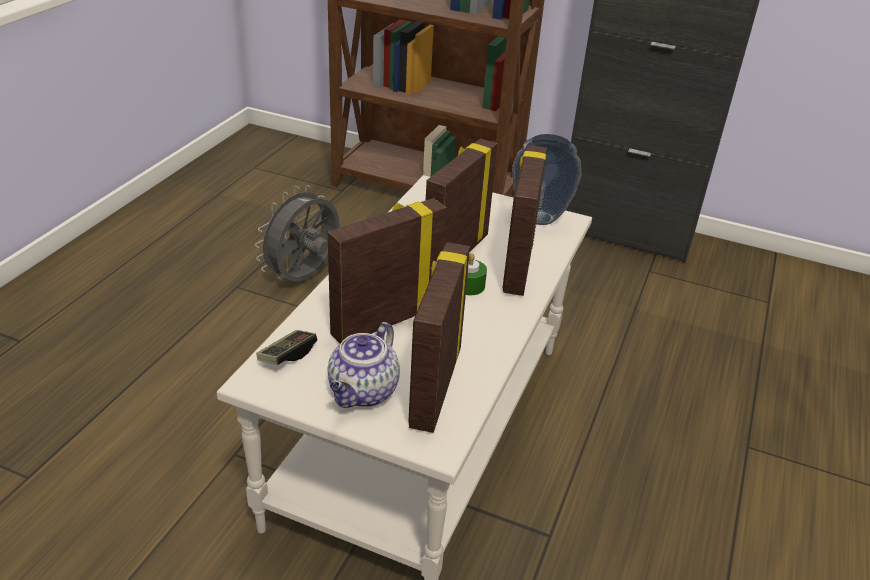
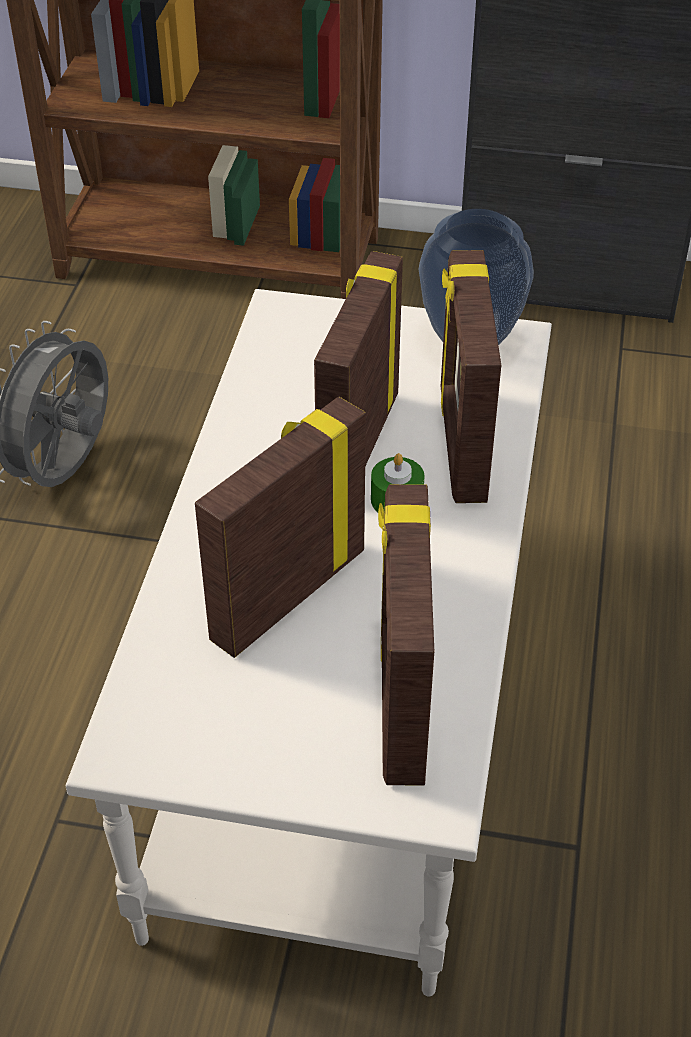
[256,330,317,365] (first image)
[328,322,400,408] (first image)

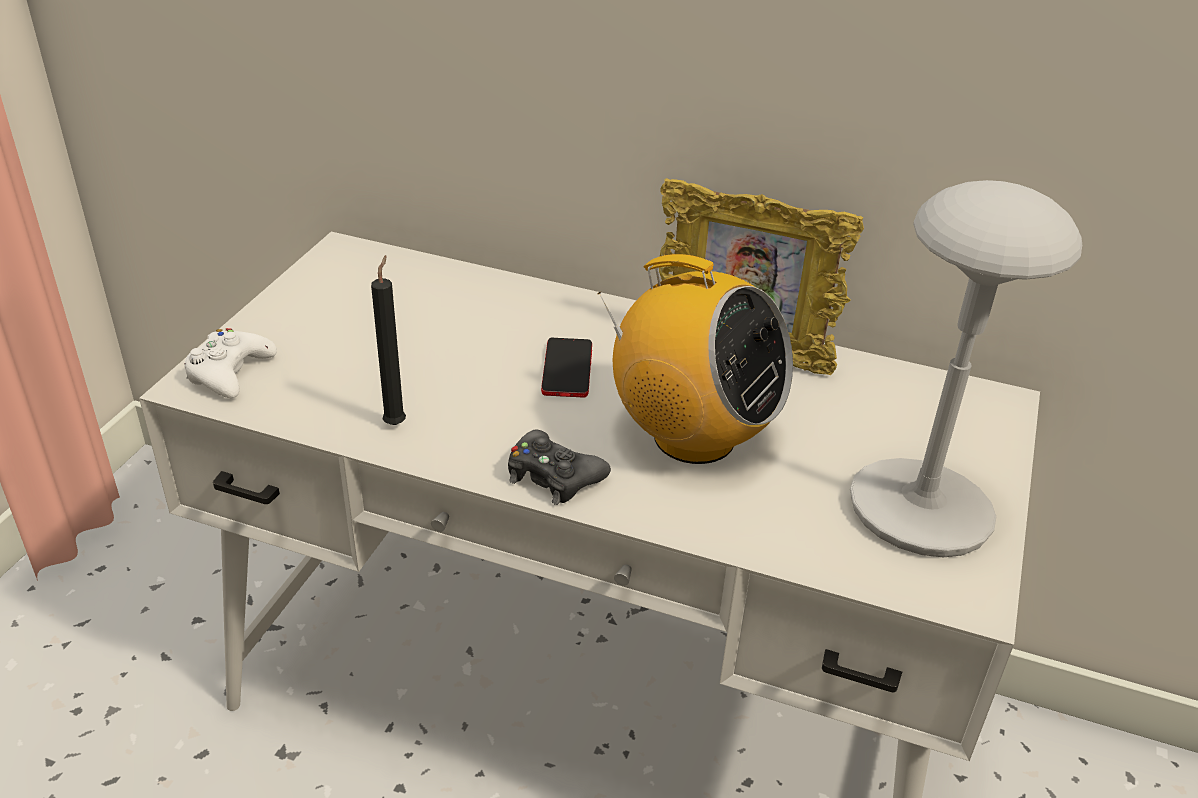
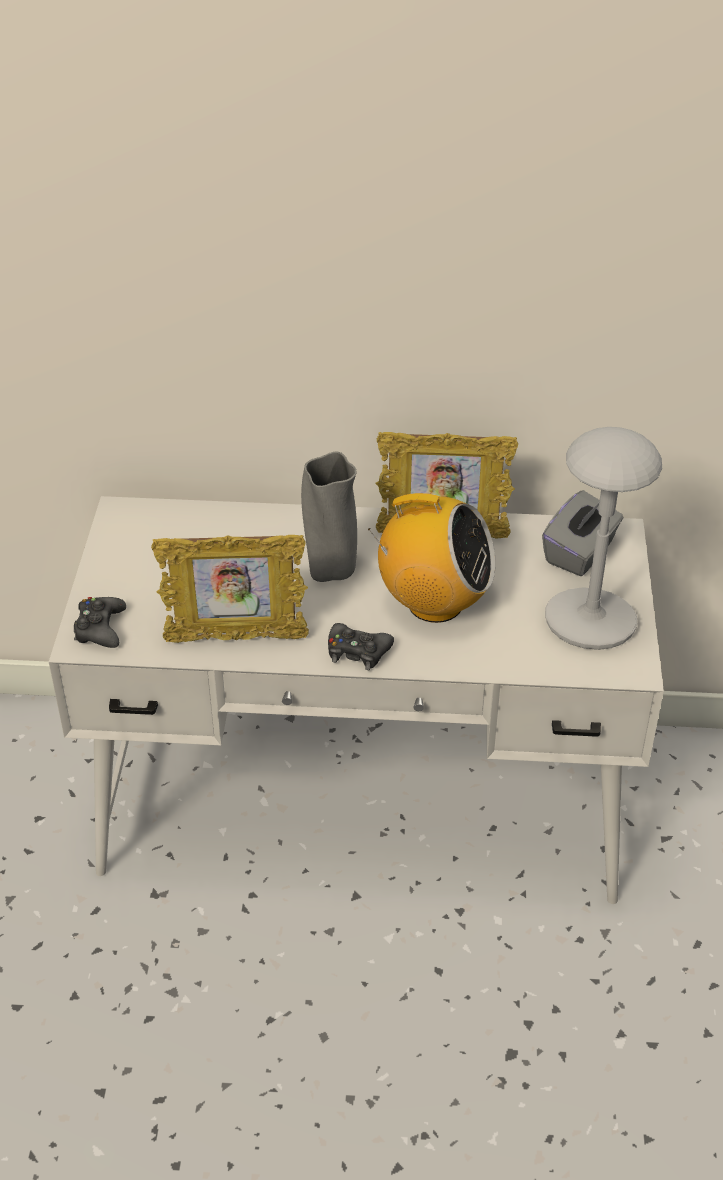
[542,490,623,576]
[151,535,309,643]
[301,452,357,582]
[74,597,126,648]

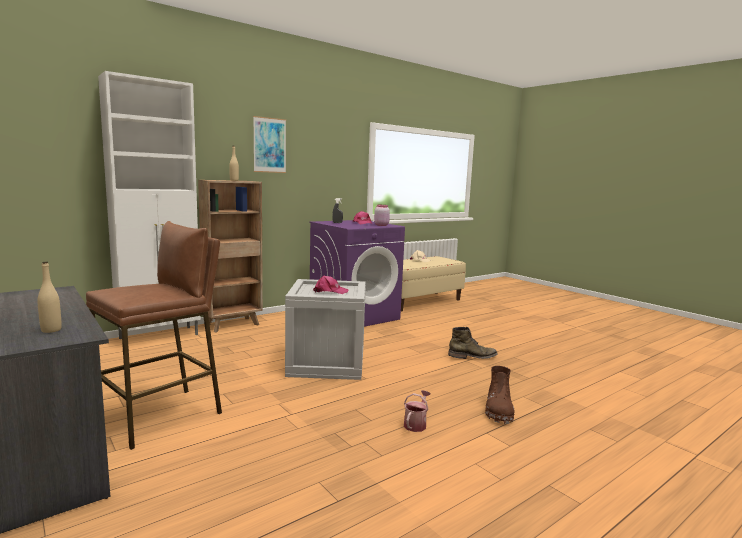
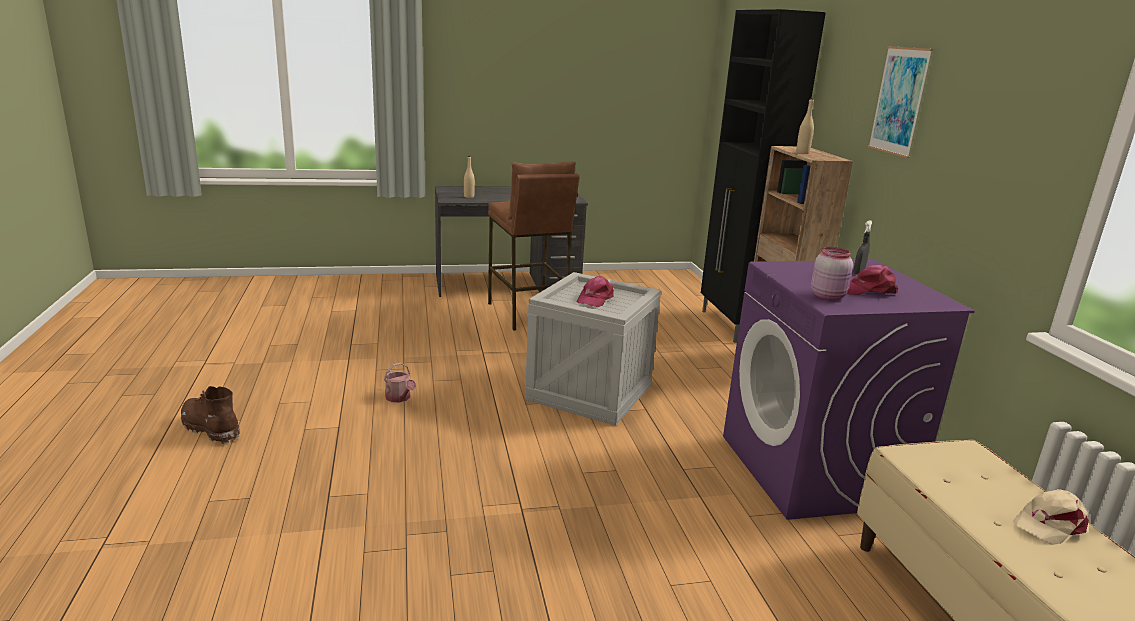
[448,327,498,359] (first image)
[181,386,240,444]
[701,9,826,343]

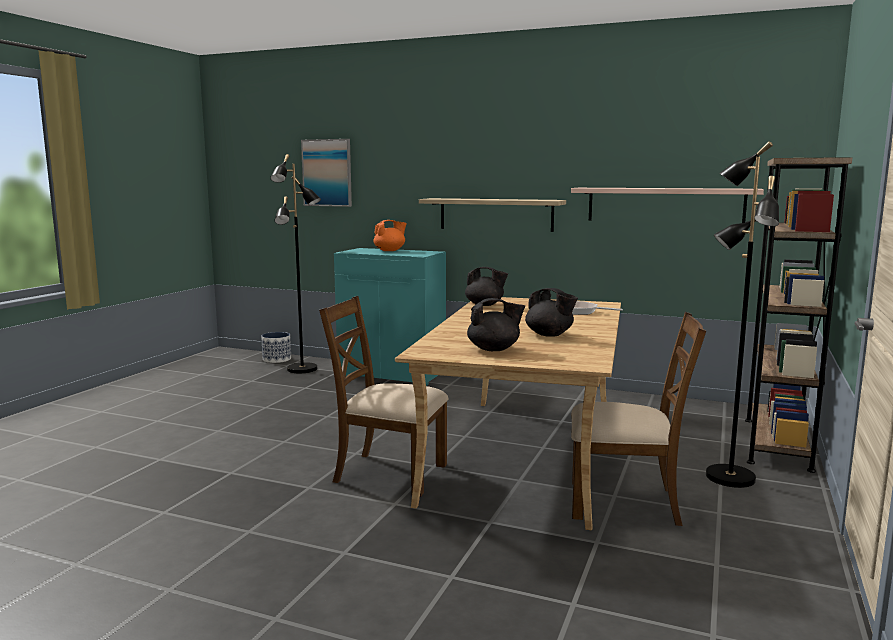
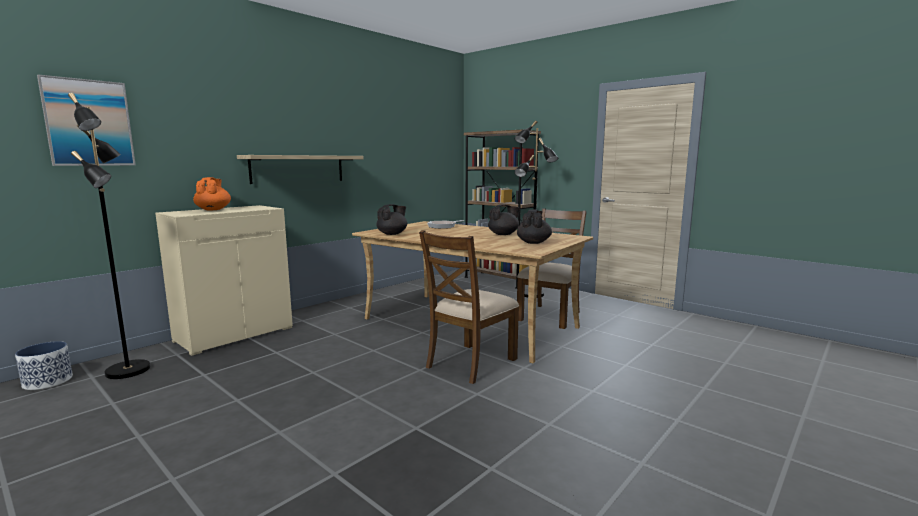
[571,188,764,223] (first image)
[155,205,293,356]

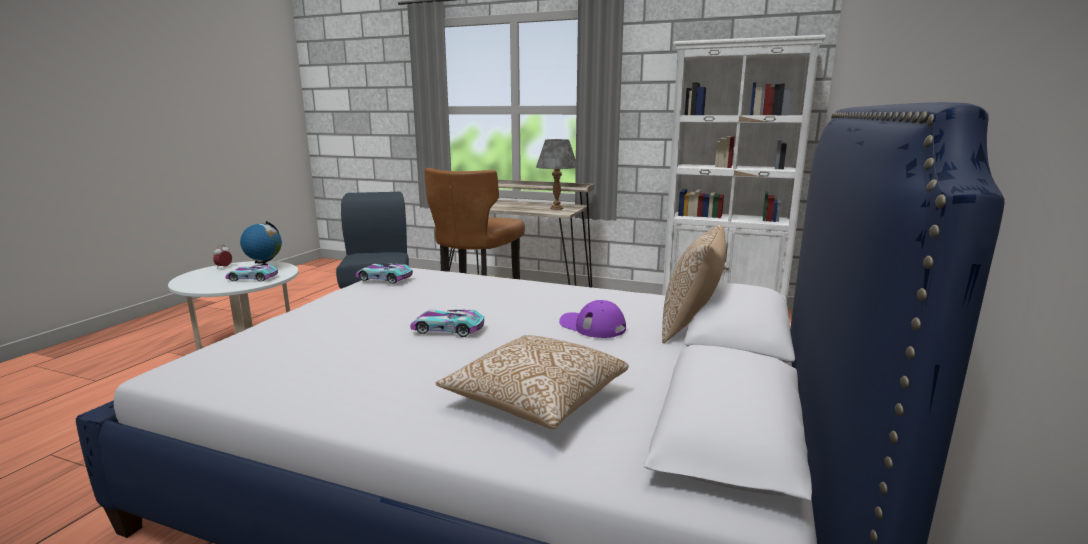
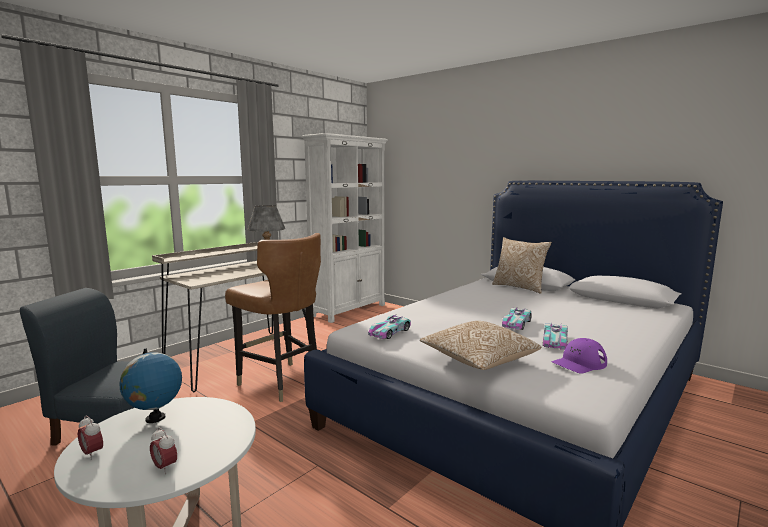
[150,428,177,475]
[543,323,568,350]
[420,321,541,370]
[552,338,607,374]

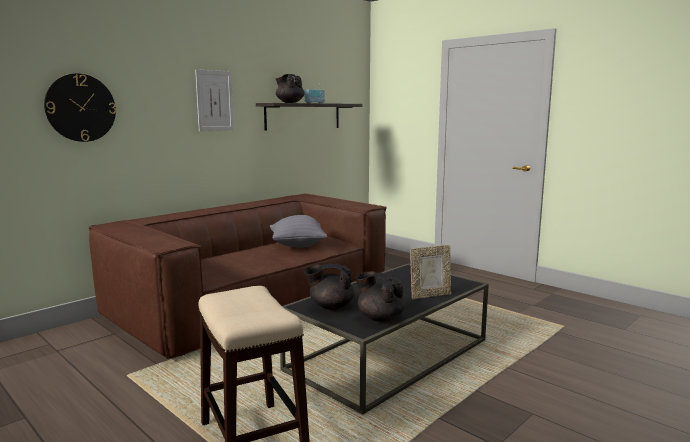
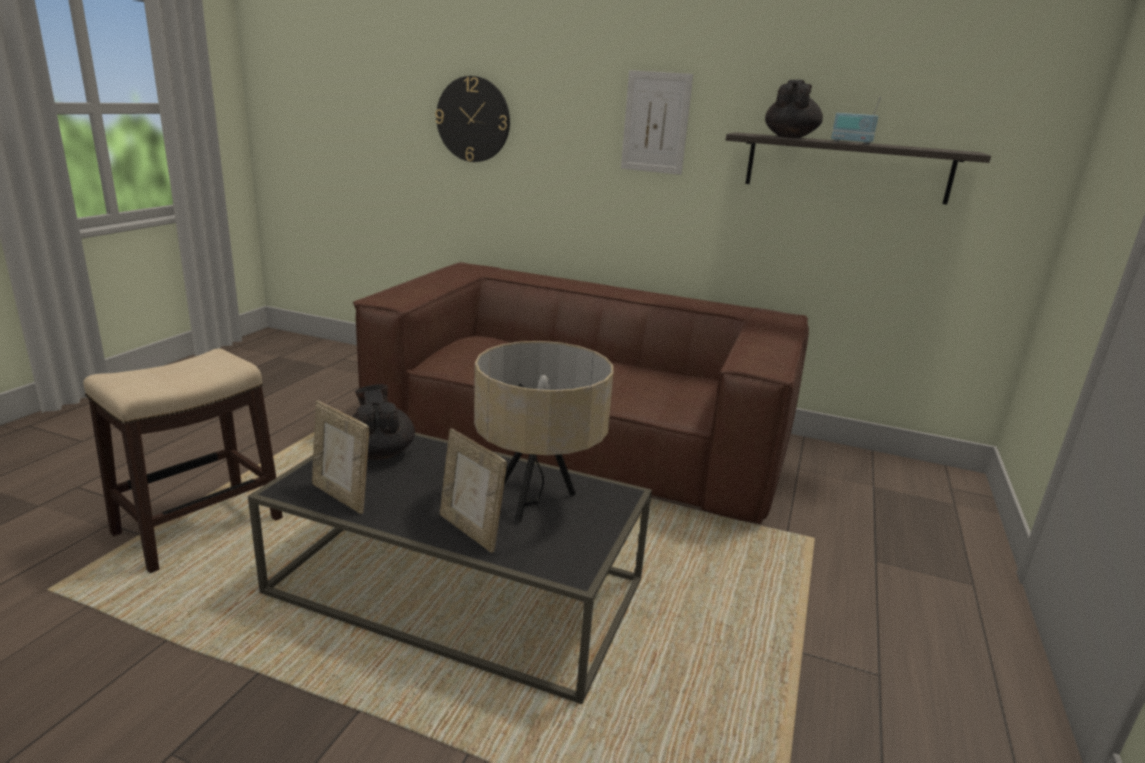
[270,215,328,248] (first image)
[474,341,613,522]
[312,401,369,514]

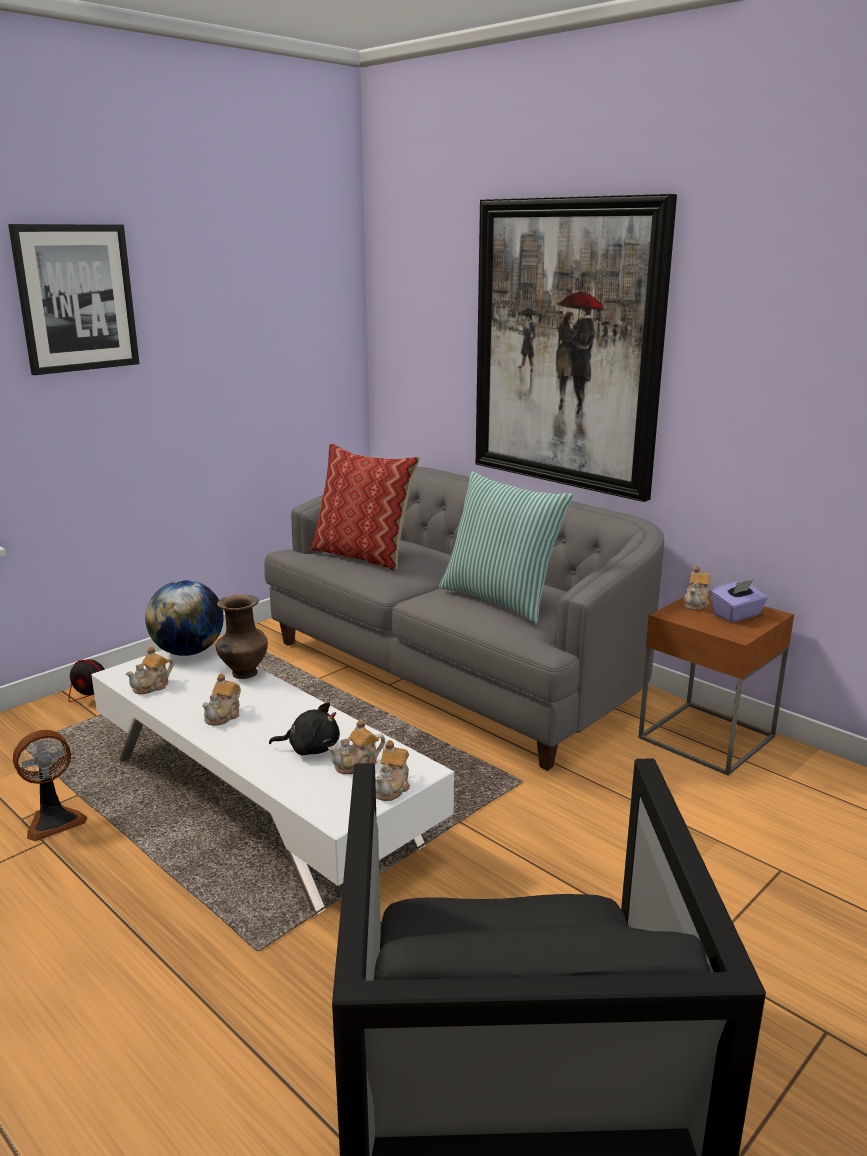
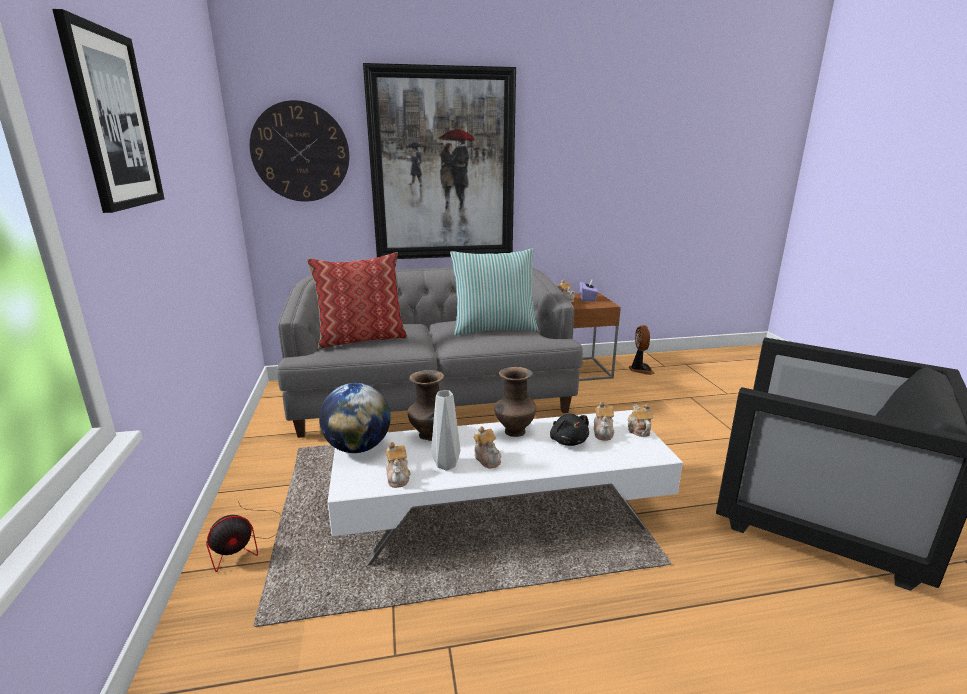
[250,100,349,202]
[431,390,460,470]
[494,367,536,437]
[629,325,655,375]
[550,414,589,446]
[628,403,653,437]

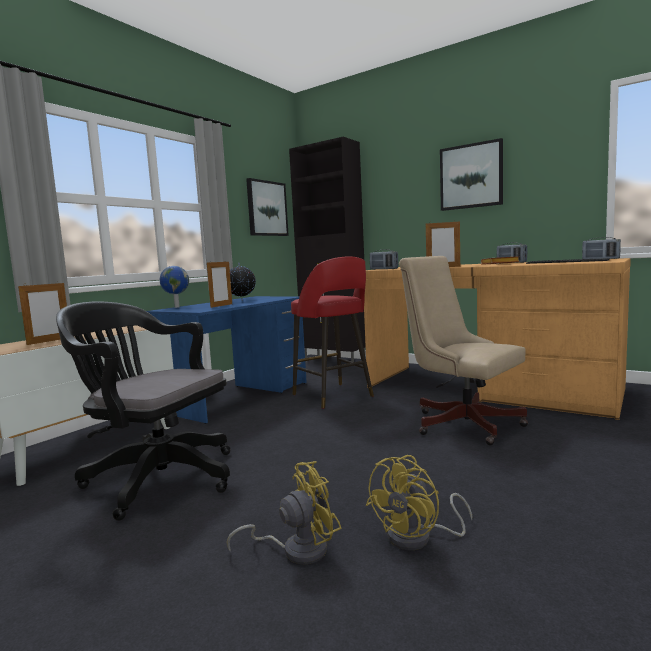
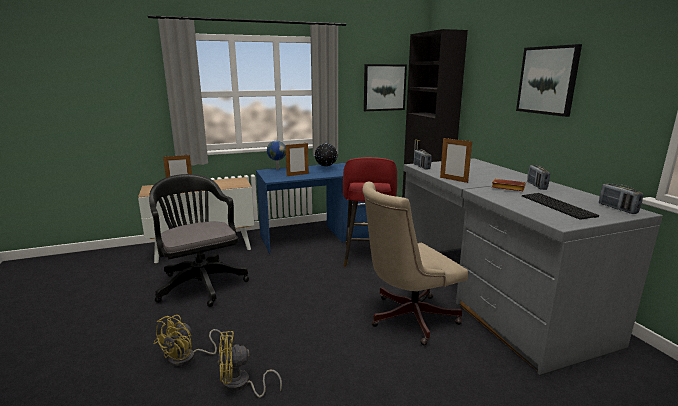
[403,158,663,376]
[154,315,225,367]
[362,182,468,346]

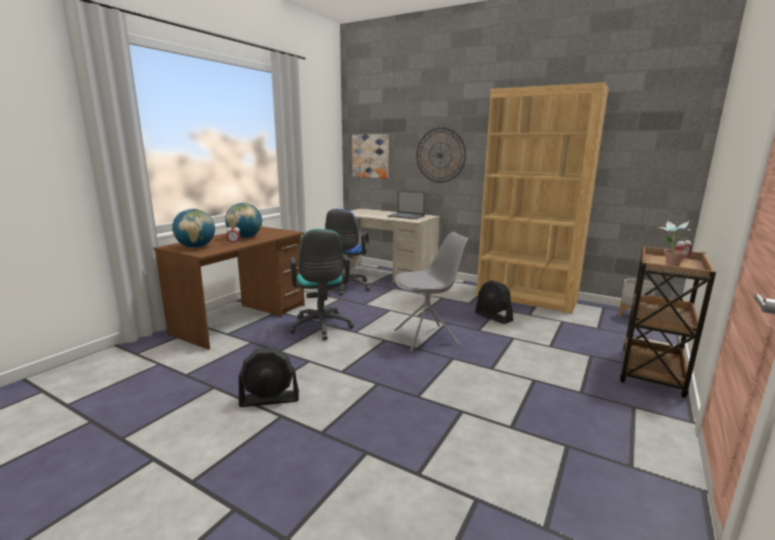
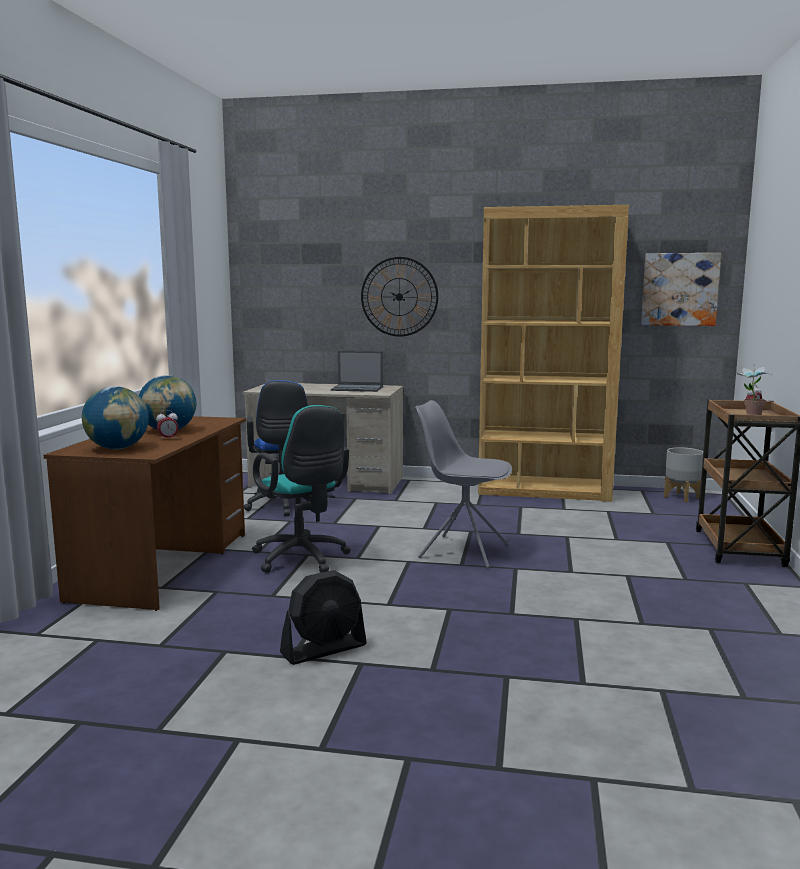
[475,280,513,324] (first image)
[641,253,721,326]
[415,400,512,569]

